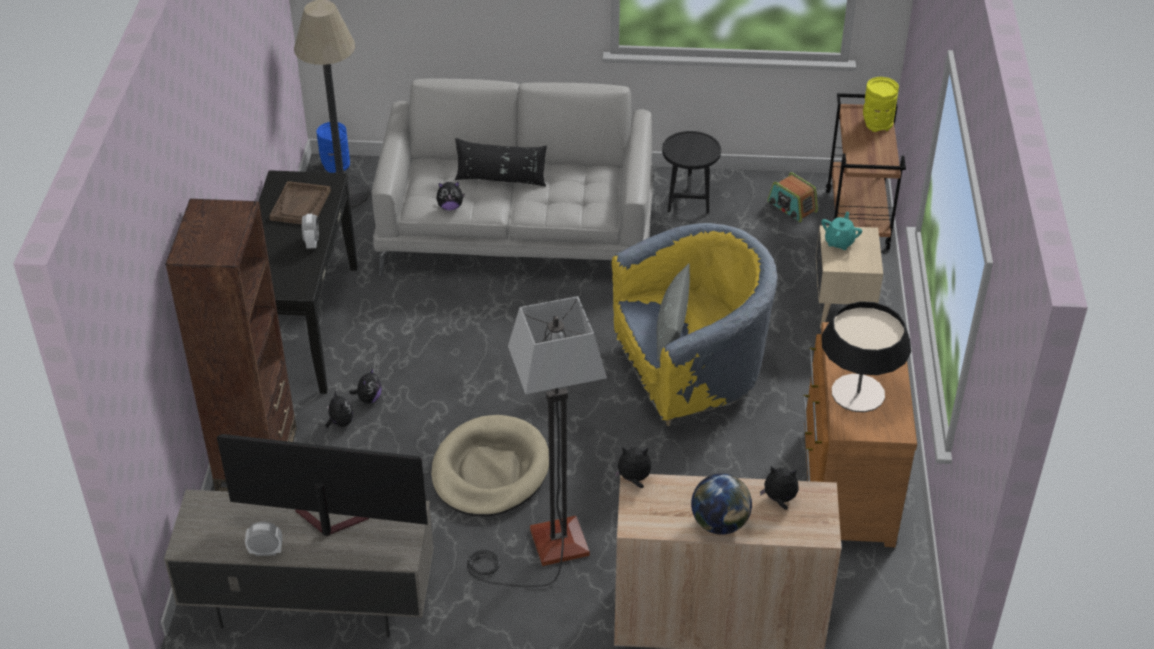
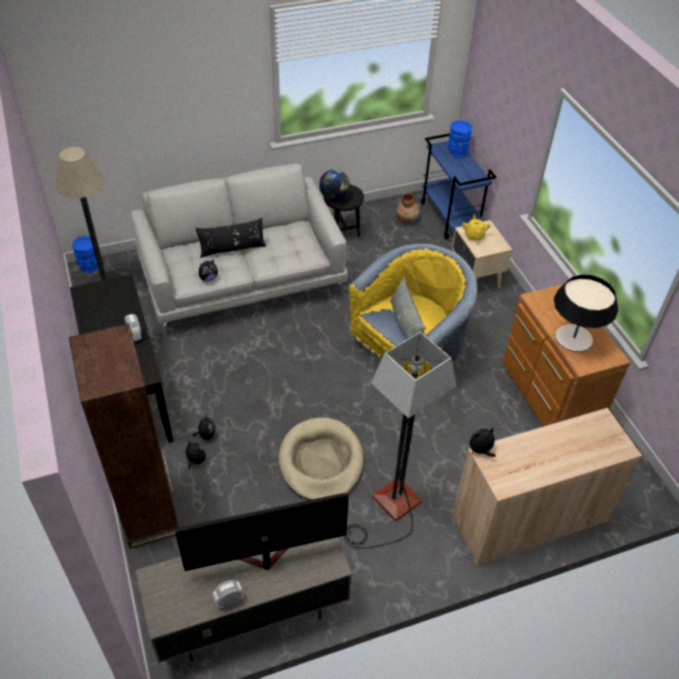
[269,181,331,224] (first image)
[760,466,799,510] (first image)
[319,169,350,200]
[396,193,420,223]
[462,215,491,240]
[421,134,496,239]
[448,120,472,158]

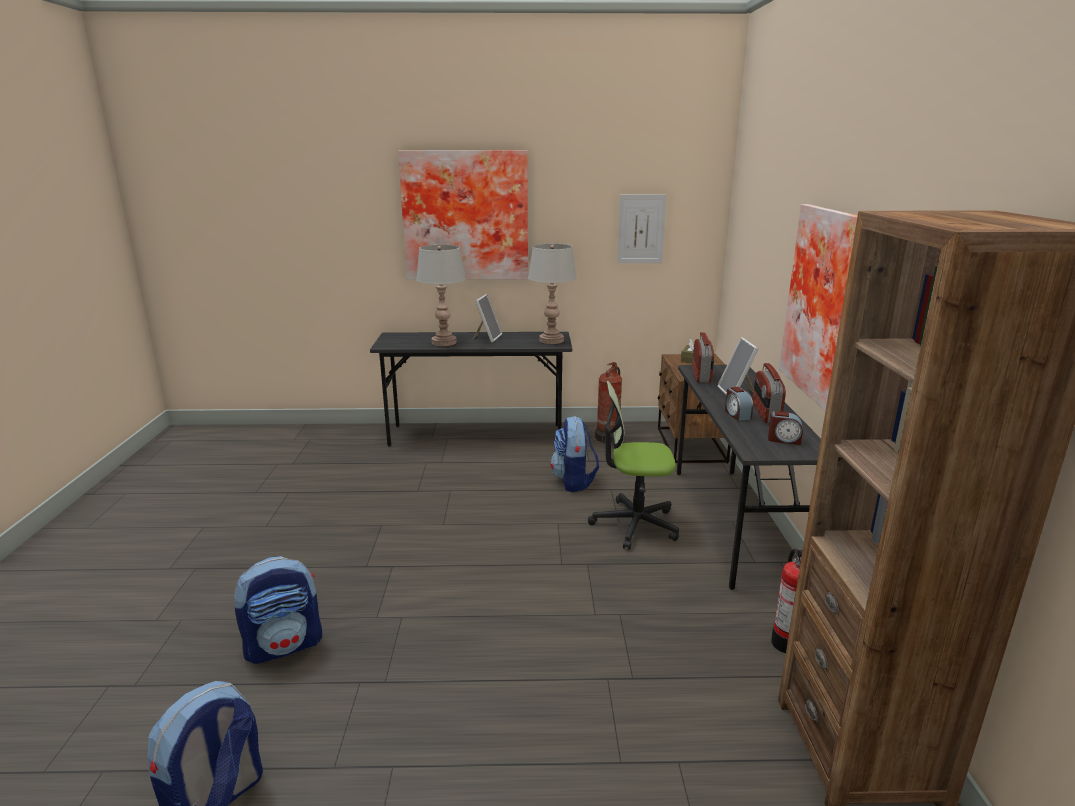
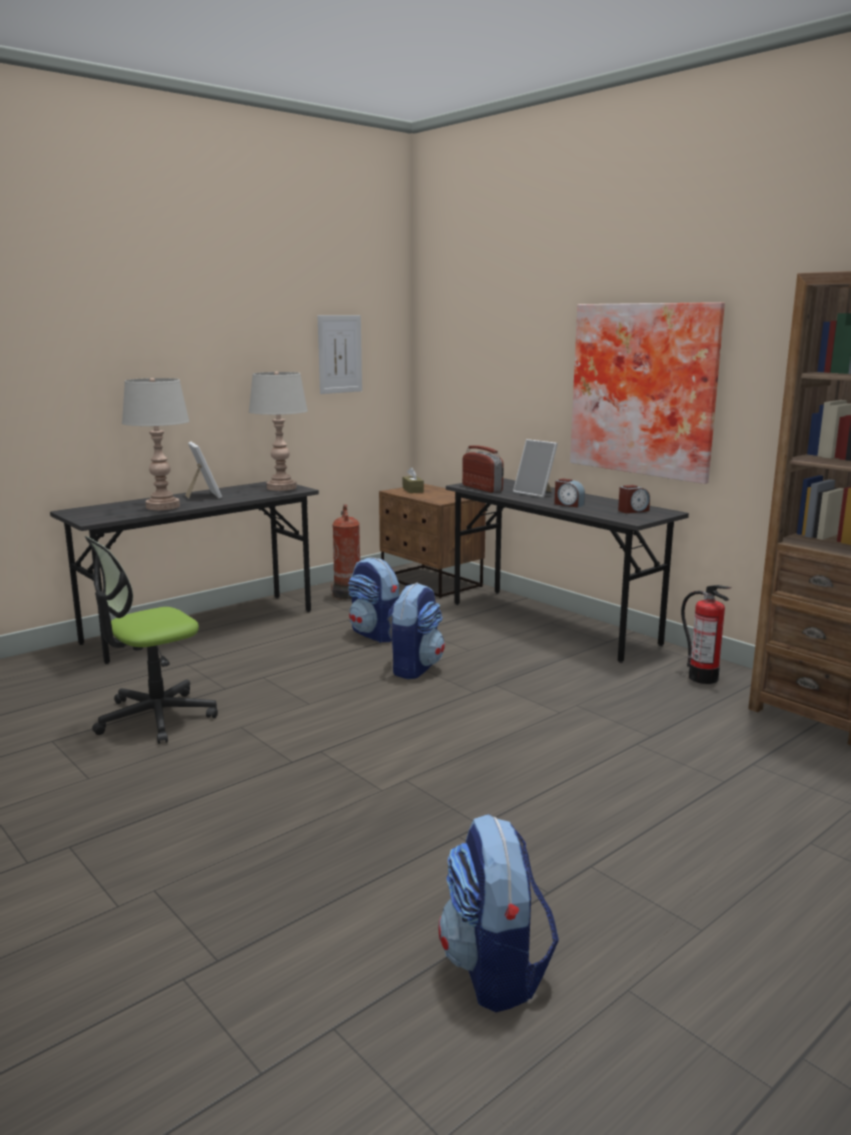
[398,150,528,280] (first image)
[753,363,786,424] (first image)
[387,583,445,679]
[85,536,218,744]

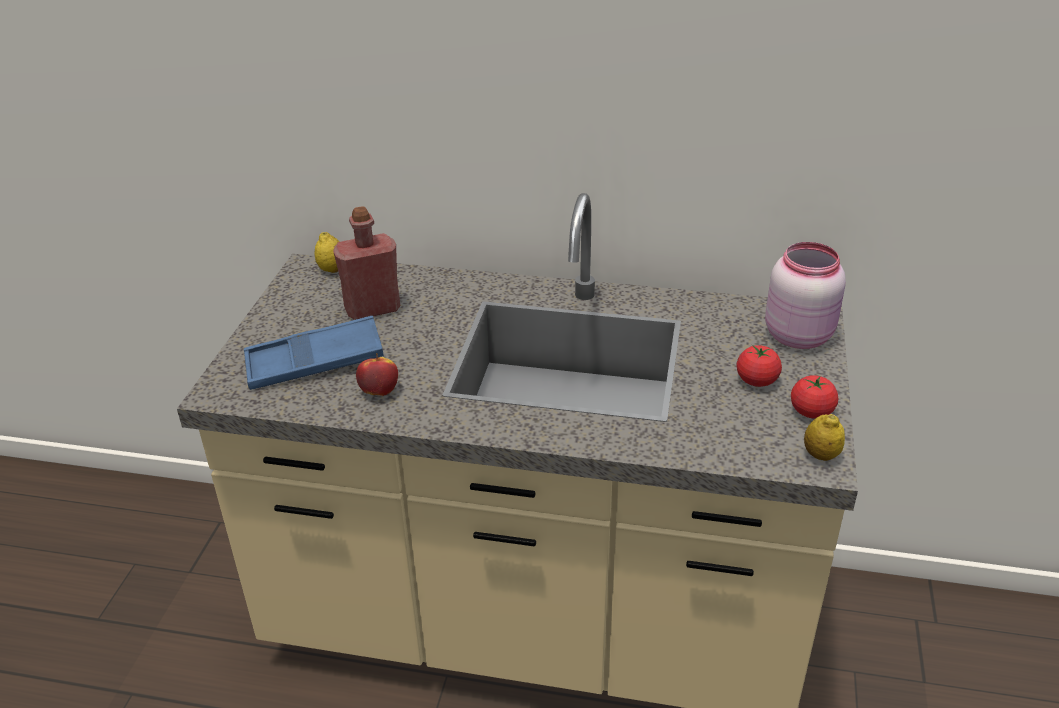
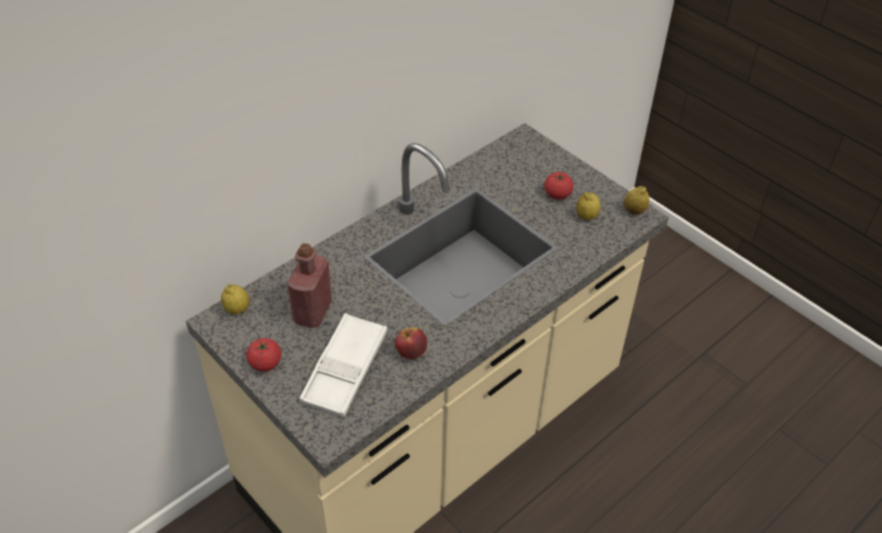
[765,242,846,349] (first image)
[576,192,601,220]
[246,338,282,371]
[299,313,387,417]

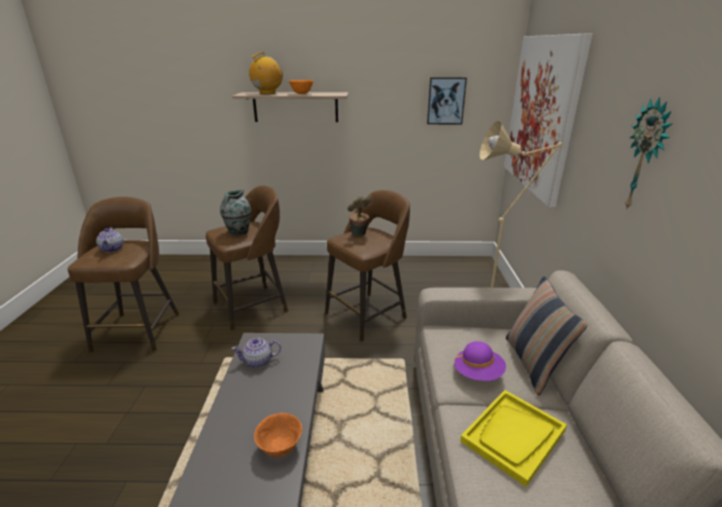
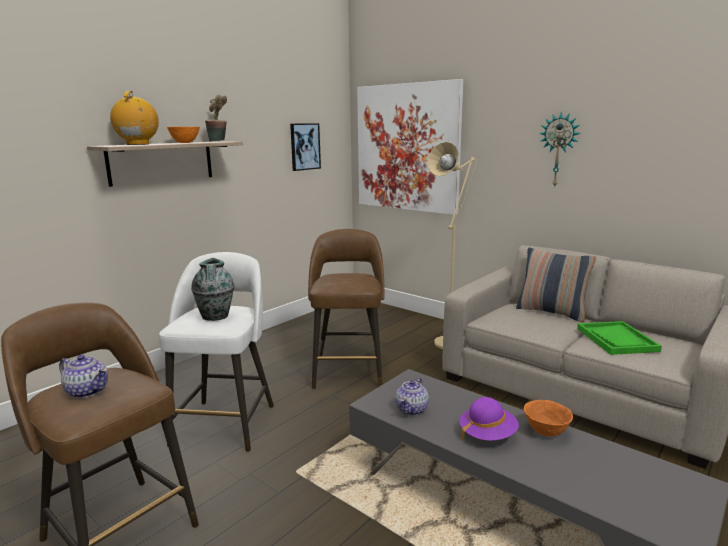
[205,95,227,142]
[459,397,519,441]
[159,252,274,452]
[577,321,662,355]

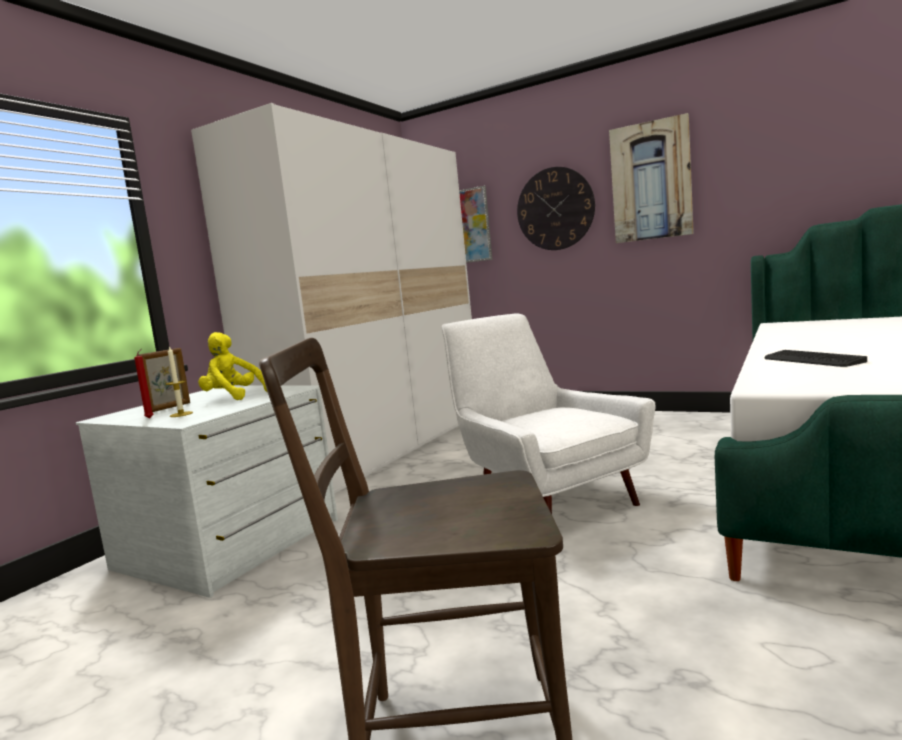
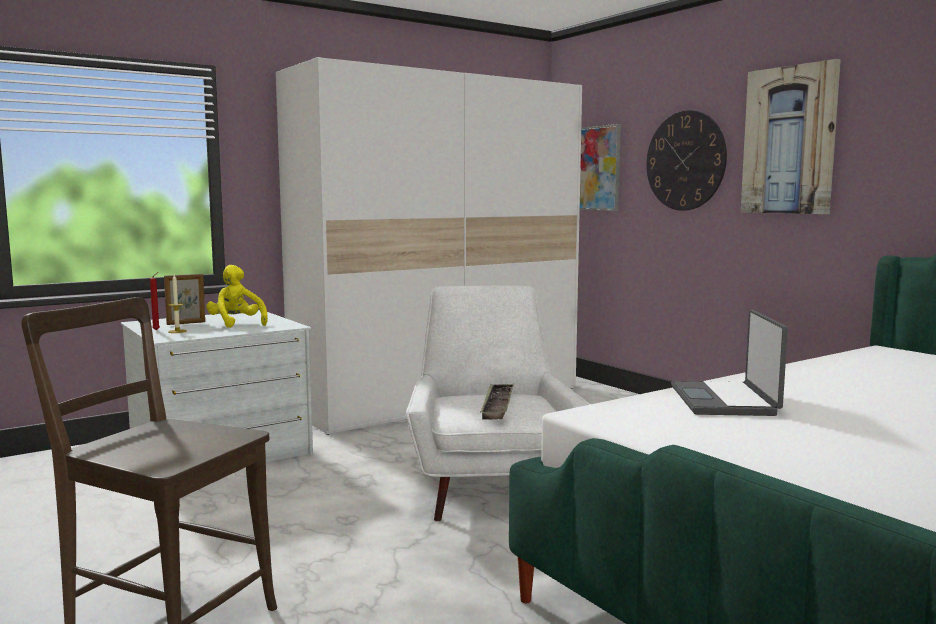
[480,384,514,420]
[671,310,788,416]

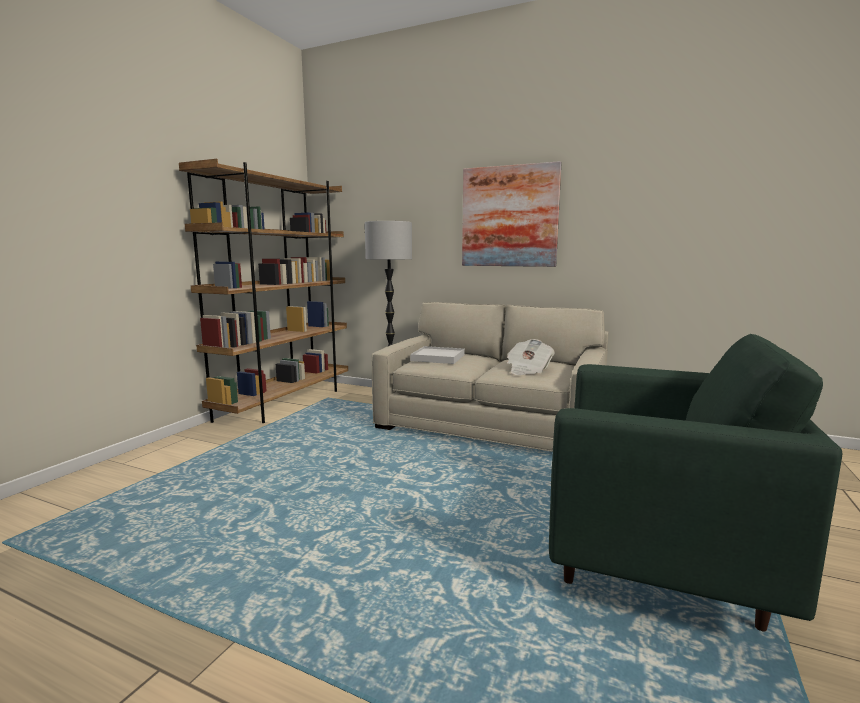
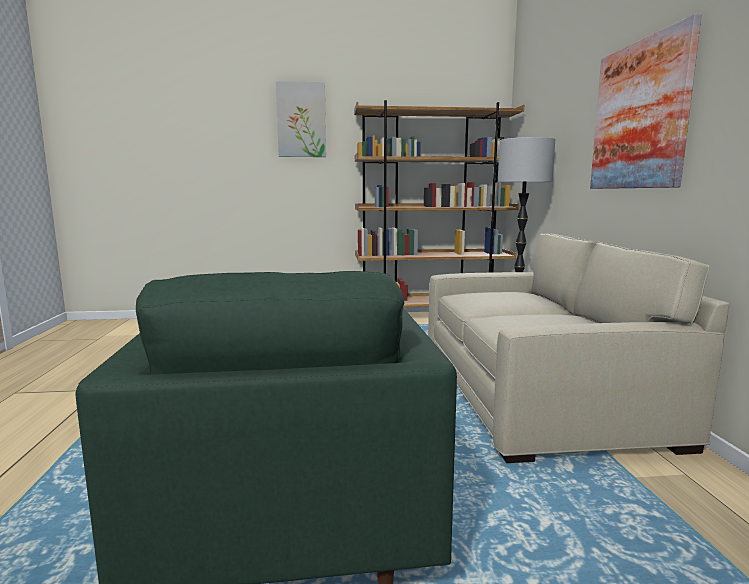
[410,346,465,364] (first image)
[507,339,555,375] (first image)
[276,81,326,157]

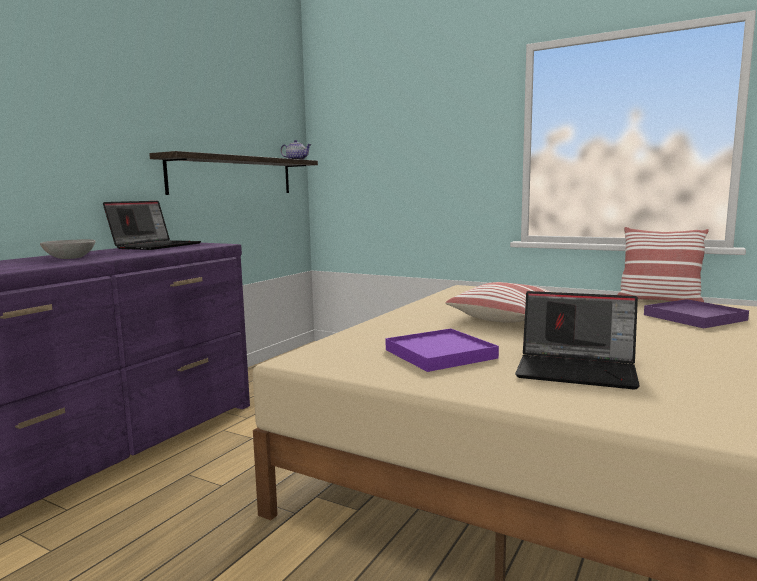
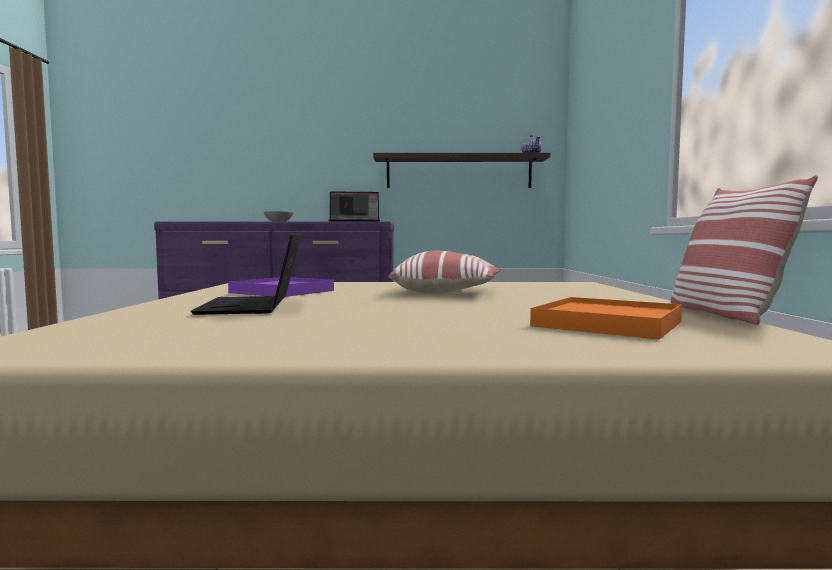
[530,297,682,339]

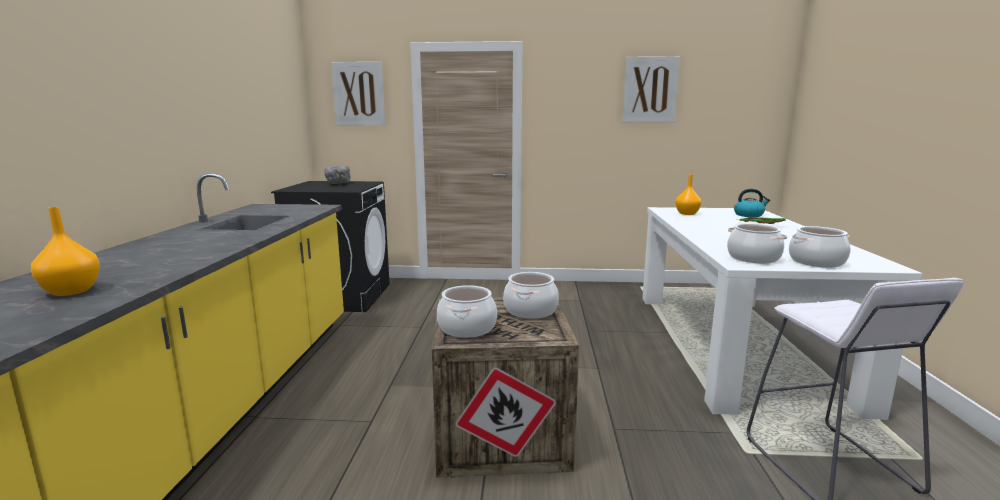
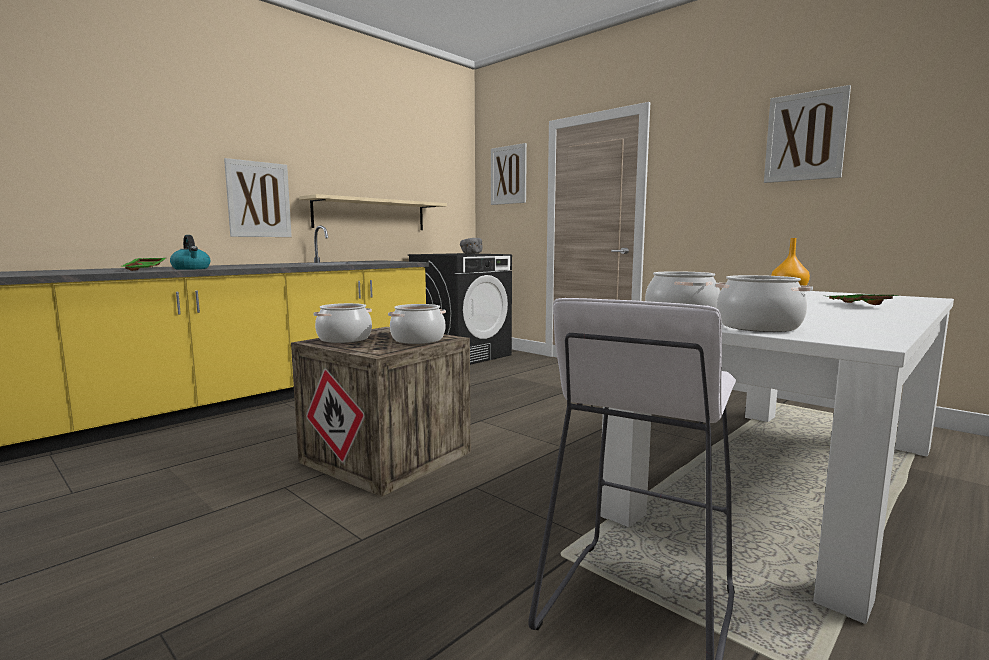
[224,158,292,237]
[299,194,447,230]
[170,235,210,270]
[120,258,166,271]

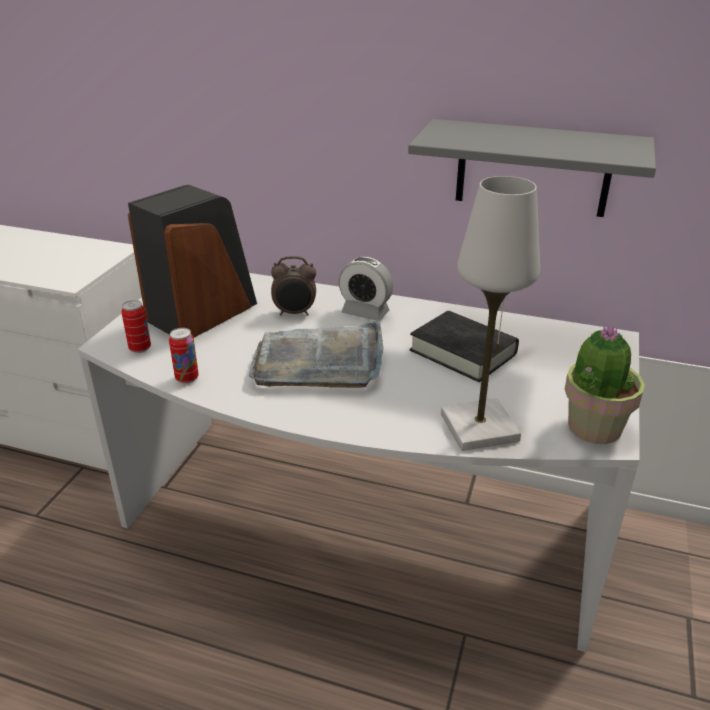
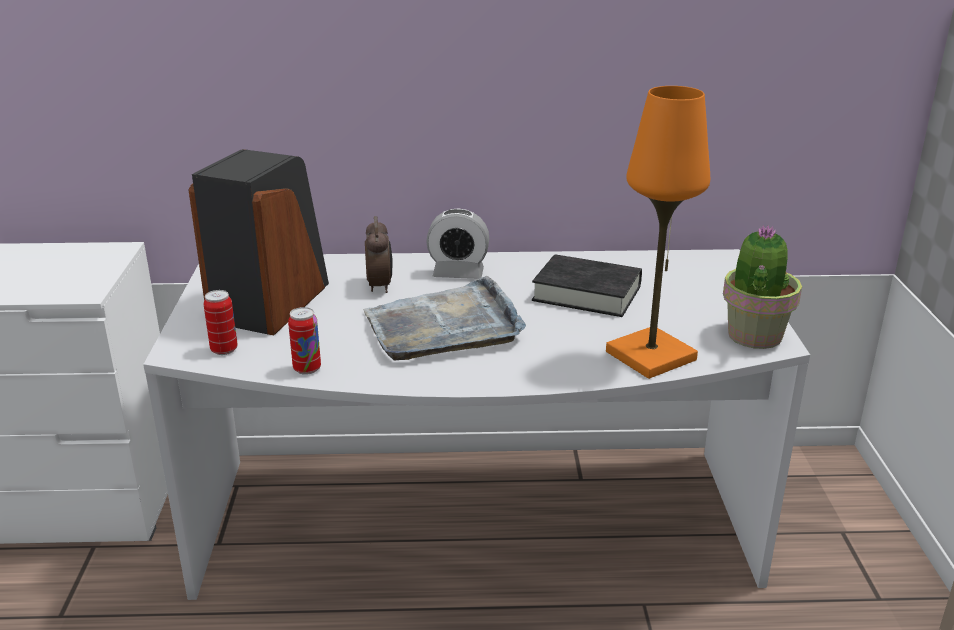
[408,119,656,217] (first image)
[606,86,710,379]
[365,216,393,293]

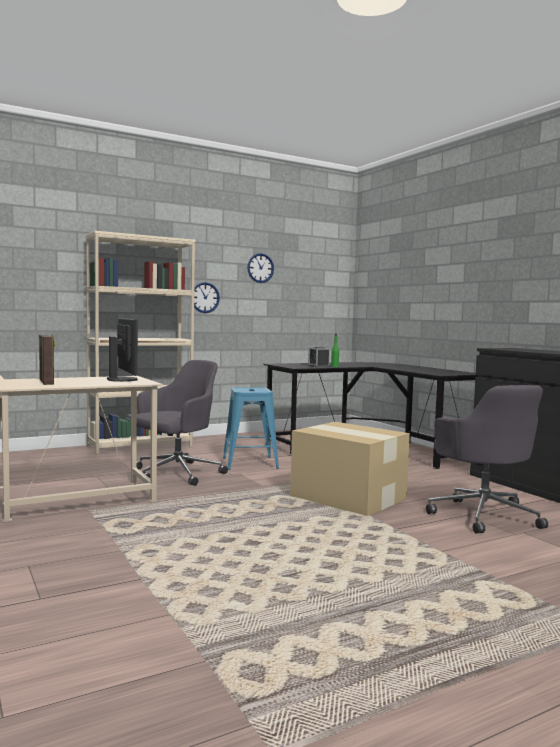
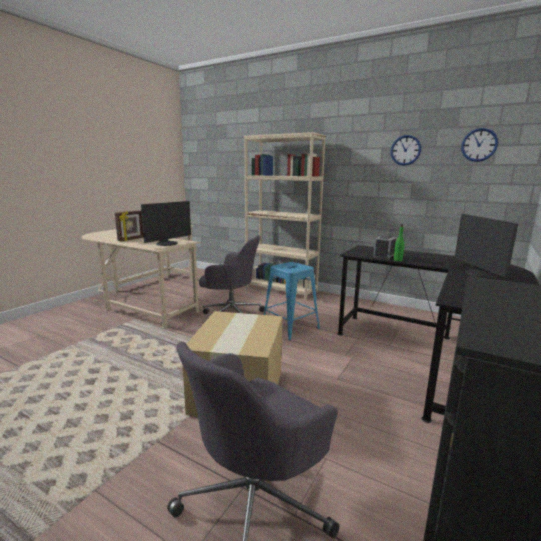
[455,214,518,278]
[461,128,498,162]

